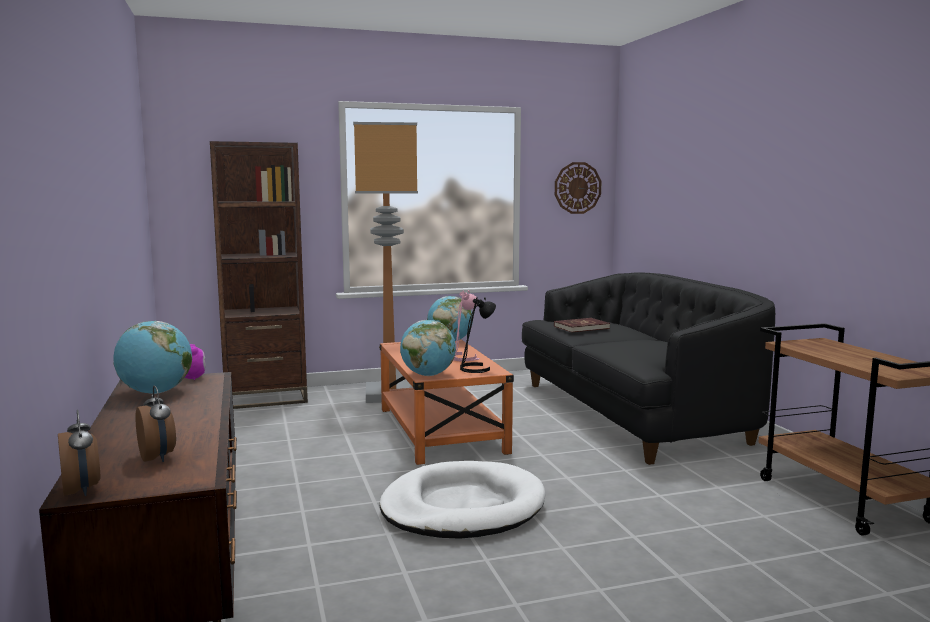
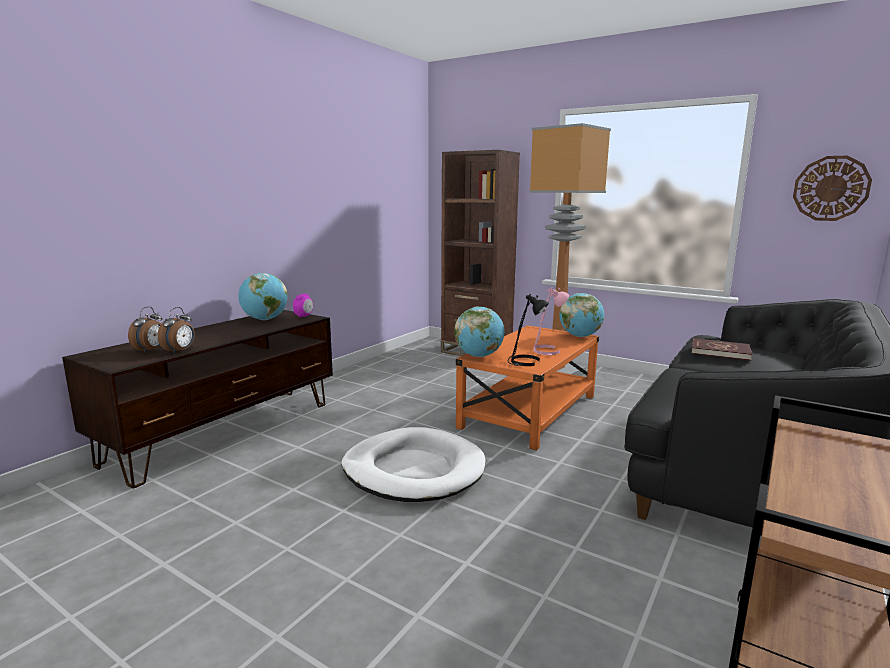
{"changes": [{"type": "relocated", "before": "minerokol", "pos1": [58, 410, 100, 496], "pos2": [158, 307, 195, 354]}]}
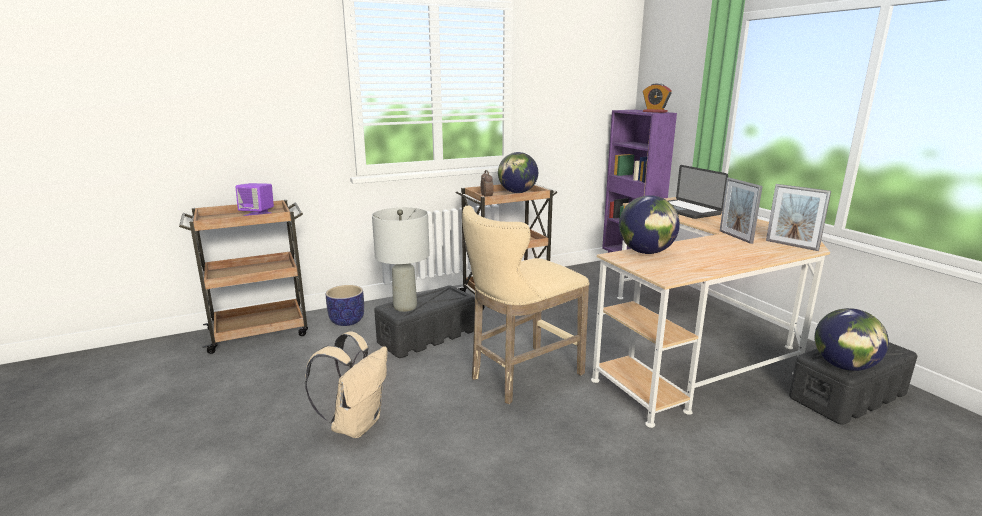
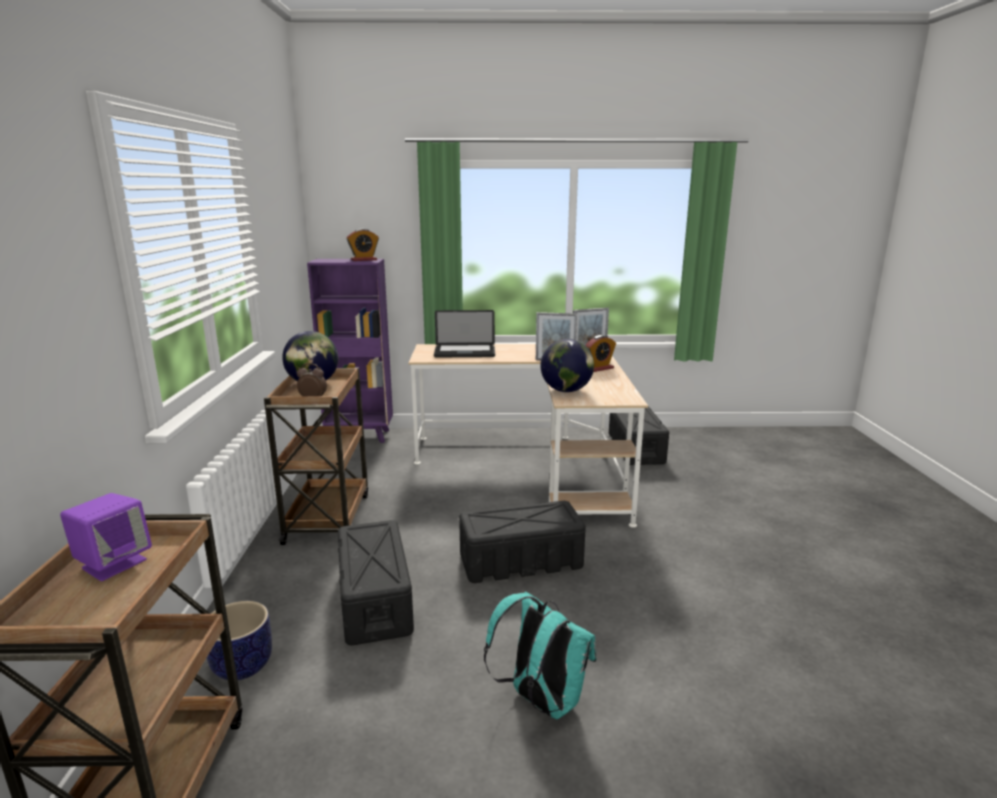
{"changes": [{"type": "colour", "before": "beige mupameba", "after": "turquoise mupameba", "pos1": [305, 331, 387, 438], "pos2": [484, 591, 597, 719]}, {"type": "missing", "before": "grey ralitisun", "pos1": [372, 207, 430, 312]}, {"type": "exchanged", "before": "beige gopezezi", "after": "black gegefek", "pos1": [462, 206, 590, 404], "pos2": [459, 501, 586, 583]}, {"type": "missing", "before": "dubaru", "pos1": [814, 308, 889, 371]}, {"type": "appeared", "after": "minerokol", "pos2": [585, 335, 616, 372]}]}
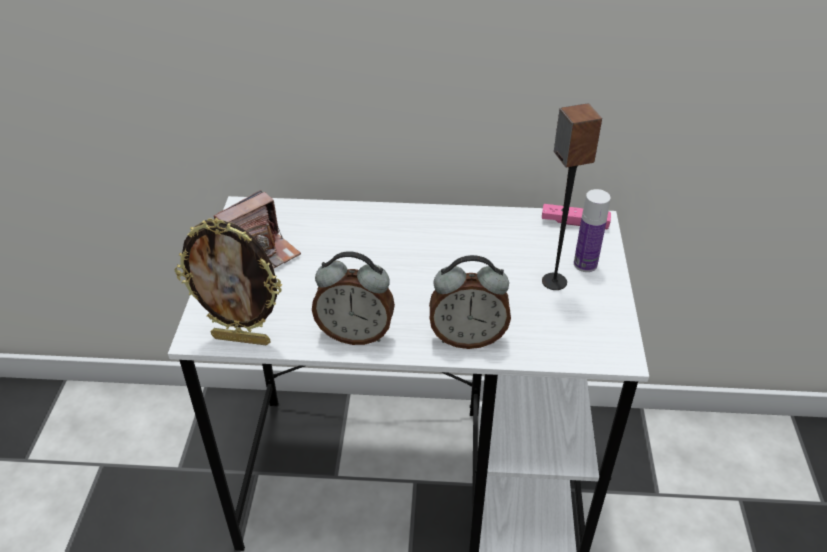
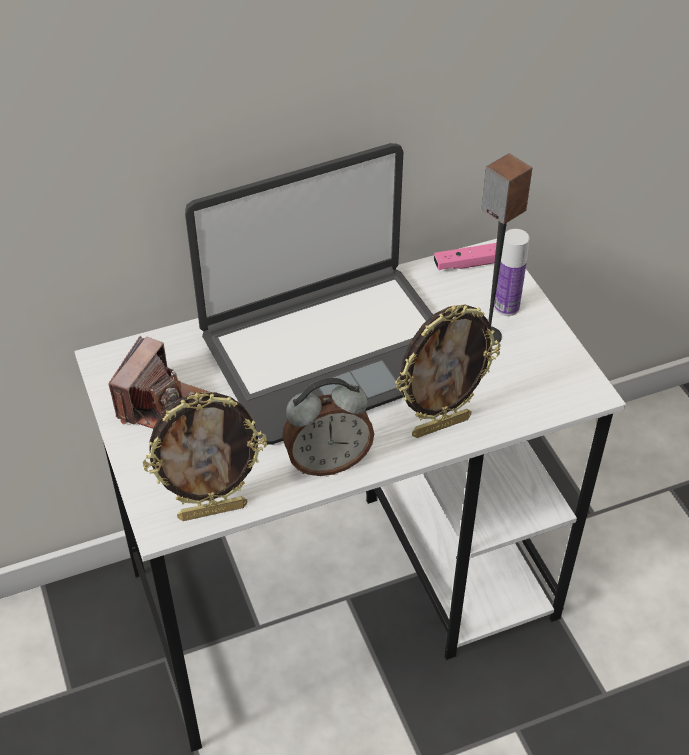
{"changes": [{"type": "exchanged", "before": "minerokol", "after": "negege", "pos1": [429, 255, 511, 349], "pos2": [395, 304, 501, 438]}, {"type": "appeared", "after": "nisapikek", "pos2": [185, 143, 433, 445]}]}
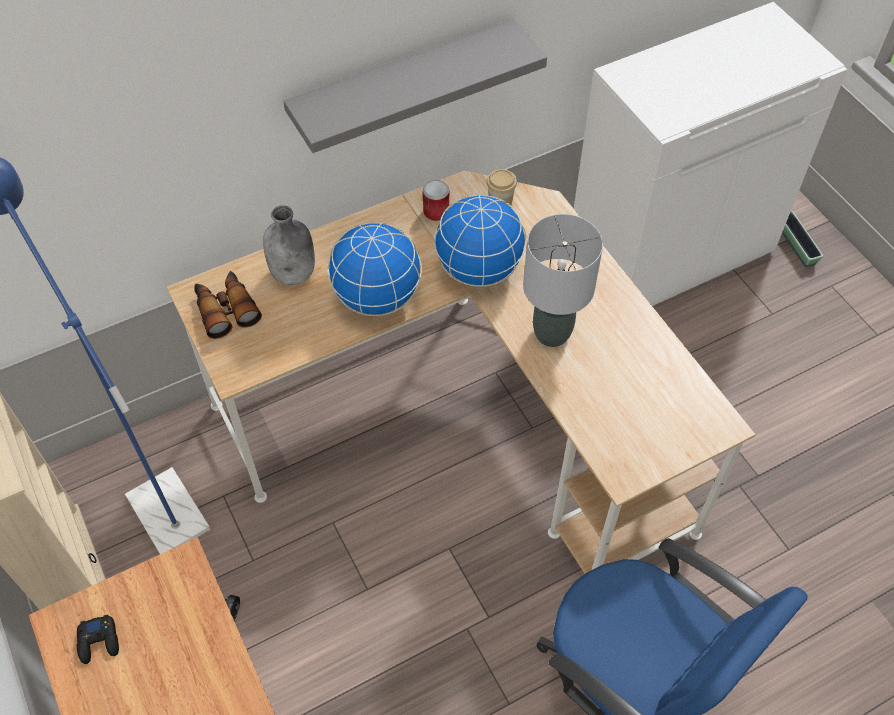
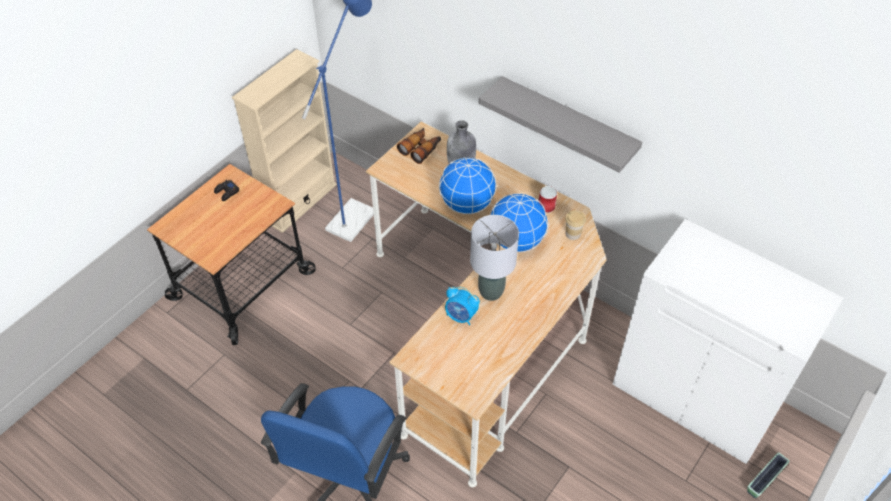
{"changes": [{"type": "appeared", "after": "minerokol", "pos2": [445, 287, 480, 325]}]}
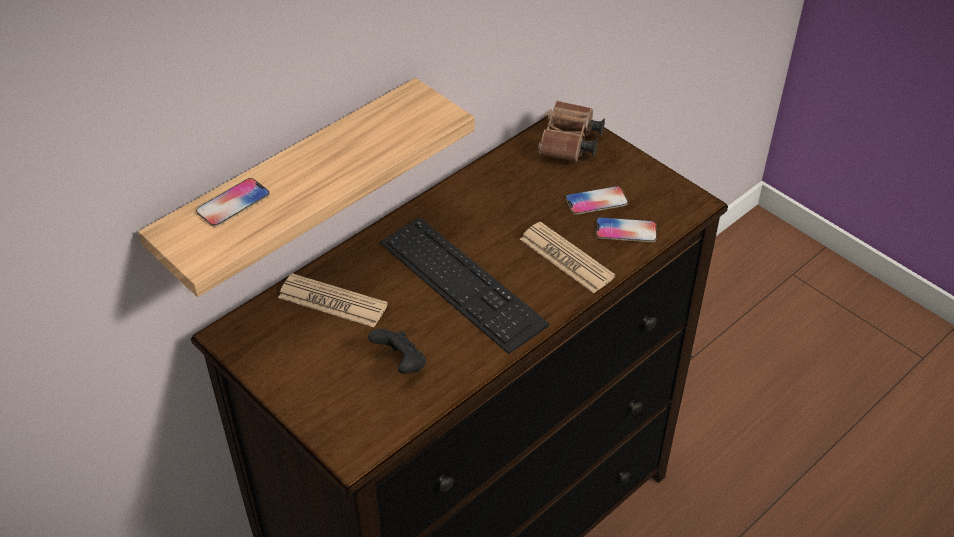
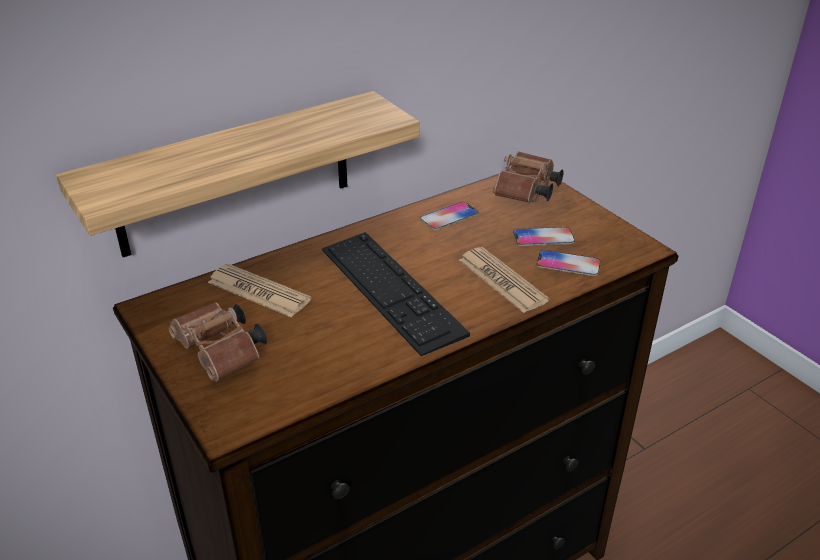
{"changes": [{"type": "relocated", "before": "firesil", "pos1": [196, 178, 270, 227], "pos2": [420, 202, 479, 230]}, {"type": "missing", "before": "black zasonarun", "pos1": [368, 329, 426, 374]}, {"type": "appeared", "after": "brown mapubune", "pos2": [168, 302, 267, 381]}]}
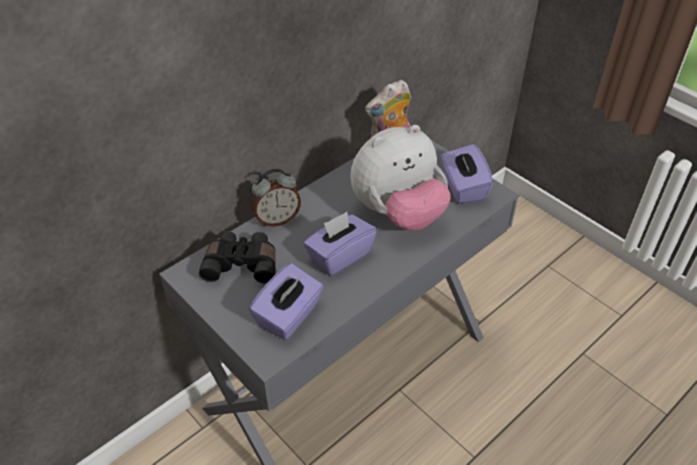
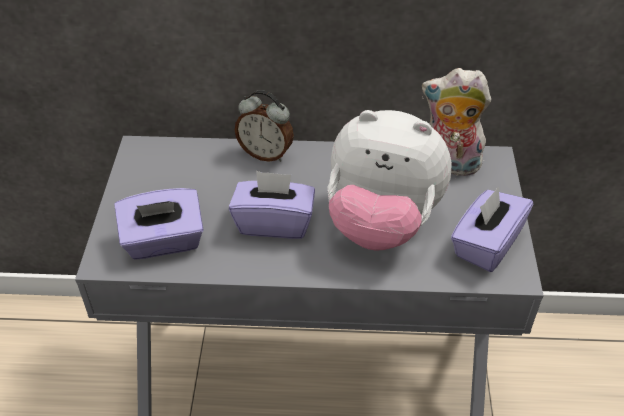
{"changes": [{"type": "missing", "before": "black mapubune", "pos1": [199, 231, 276, 284]}]}
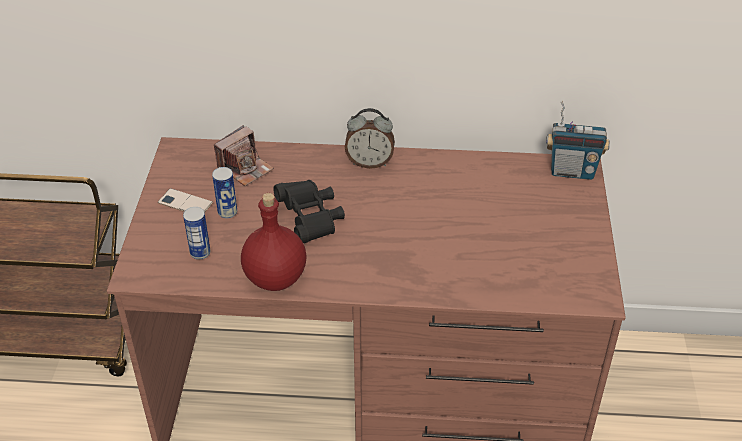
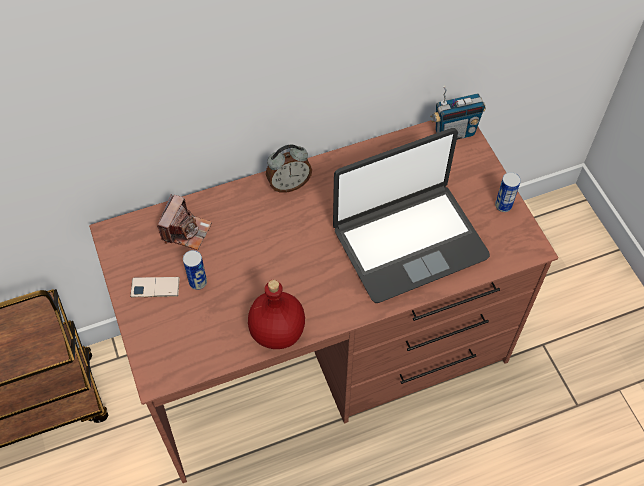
{"changes": [{"type": "relocated", "before": "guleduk", "pos1": [183, 207, 210, 260], "pos2": [495, 172, 521, 212]}, {"type": "missing", "before": "black mapubune", "pos1": [273, 180, 345, 243]}, {"type": "appeared", "after": "nisapikek", "pos2": [333, 128, 490, 303]}]}
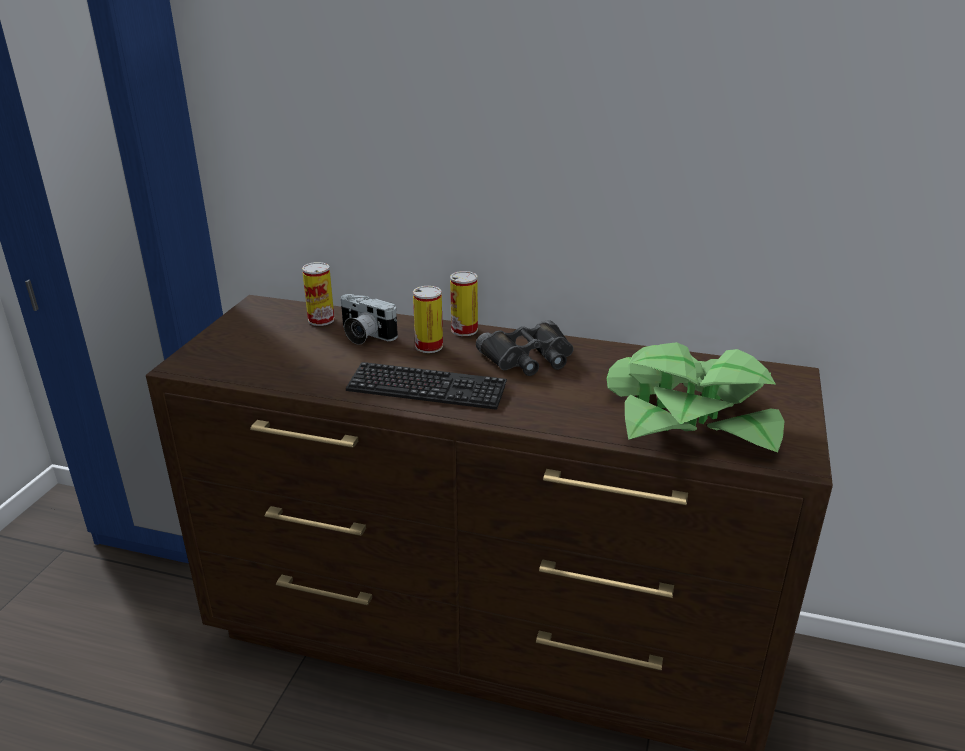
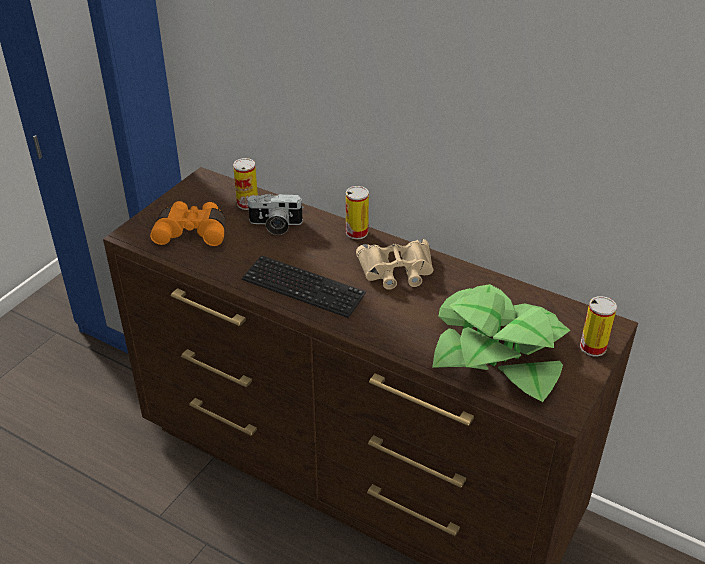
{"changes": [{"type": "spun", "before": "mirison", "pos1": [341, 294, 398, 345], "pos2": [246, 194, 304, 235], "turn": -45}, {"type": "relocated", "before": "guleduk", "pos1": [413, 286, 443, 353], "pos2": [580, 296, 617, 357]}, {"type": "colour", "before": "black mapubune", "after": "beige mapubune", "pos1": [476, 320, 574, 376], "pos2": [356, 239, 433, 290]}, {"type": "appeared", "after": "orange mapubune", "pos2": [150, 201, 225, 246]}]}
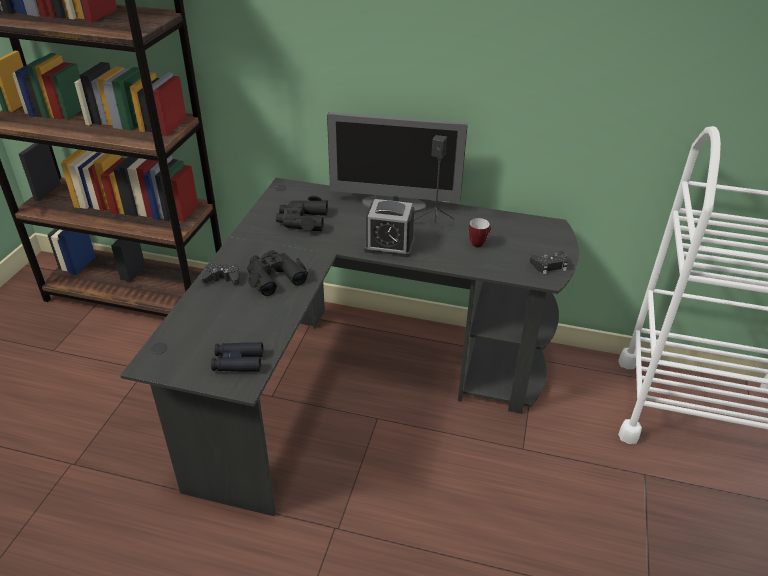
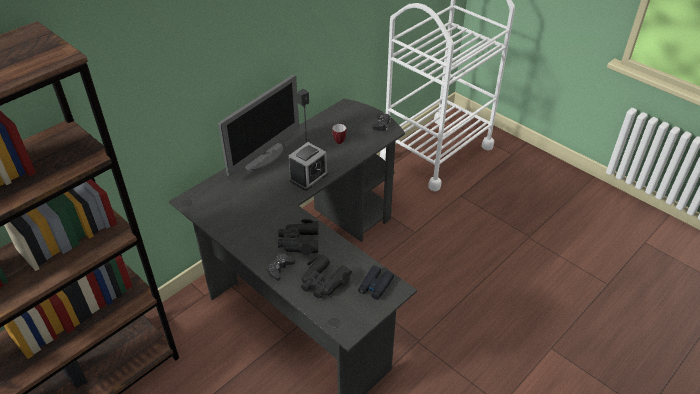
{"changes": [{"type": "relocated", "before": "black mapubune", "pos1": [276, 195, 328, 231], "pos2": [301, 254, 352, 298]}]}
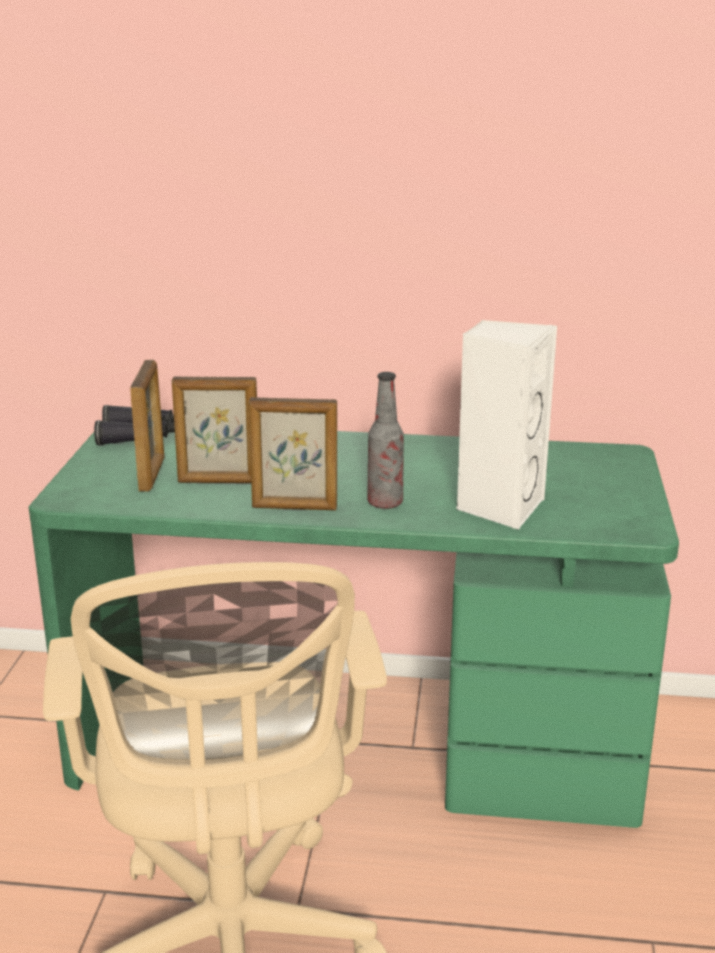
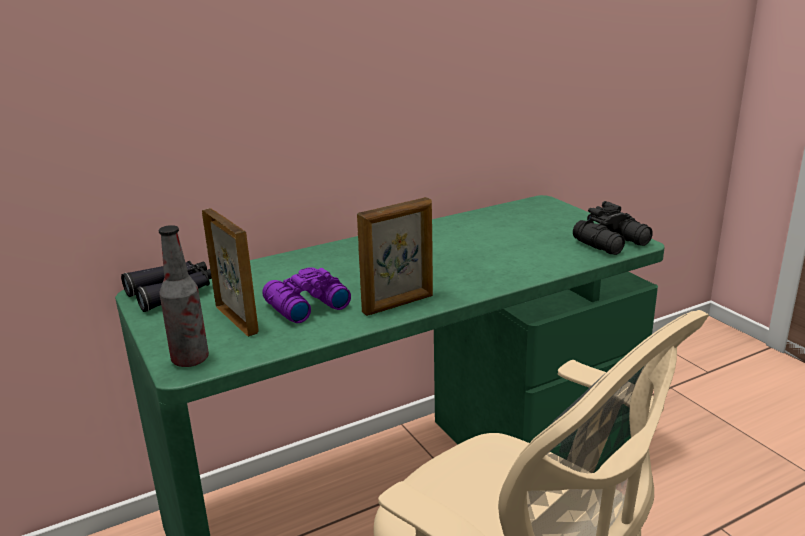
{"changes": [{"type": "exchanged", "before": "negege", "after": "purple mapubune", "pos1": [172, 376, 257, 483], "pos2": [262, 267, 351, 323]}, {"type": "relocated", "before": "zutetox", "pos1": [367, 372, 404, 509], "pos2": [159, 225, 209, 367]}, {"type": "missing", "before": "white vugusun", "pos1": [456, 319, 557, 530]}, {"type": "appeared", "after": "black mapubune", "pos2": [573, 201, 653, 255]}]}
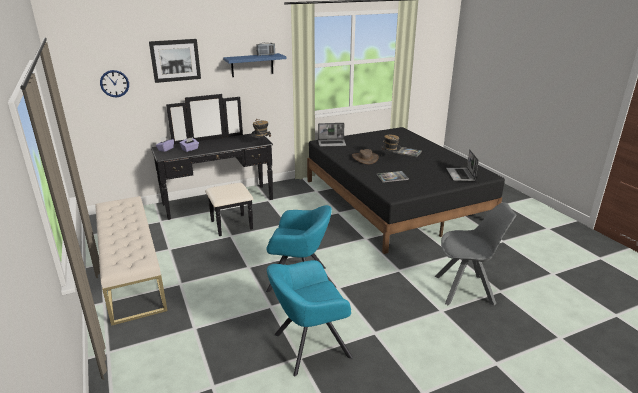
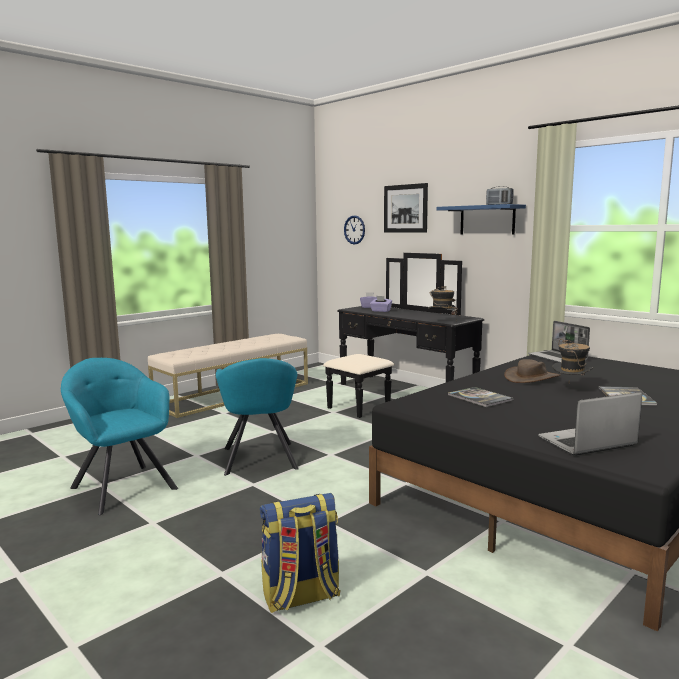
{"changes": [{"type": "exchanged", "before": "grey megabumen", "after": "mupameba", "pos1": [434, 202, 517, 306], "pos2": [260, 493, 340, 613]}]}
